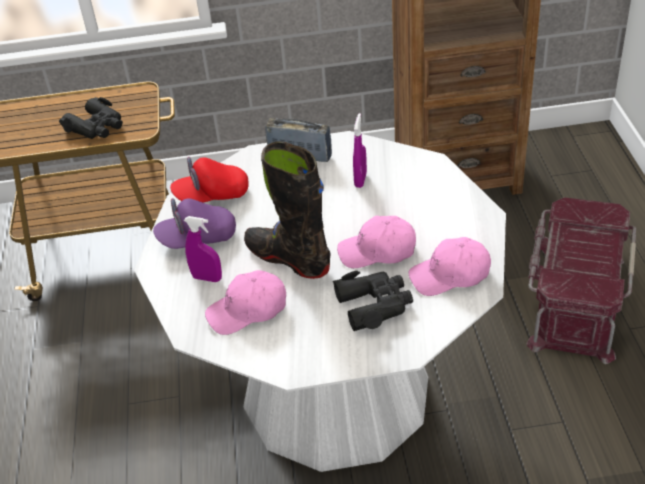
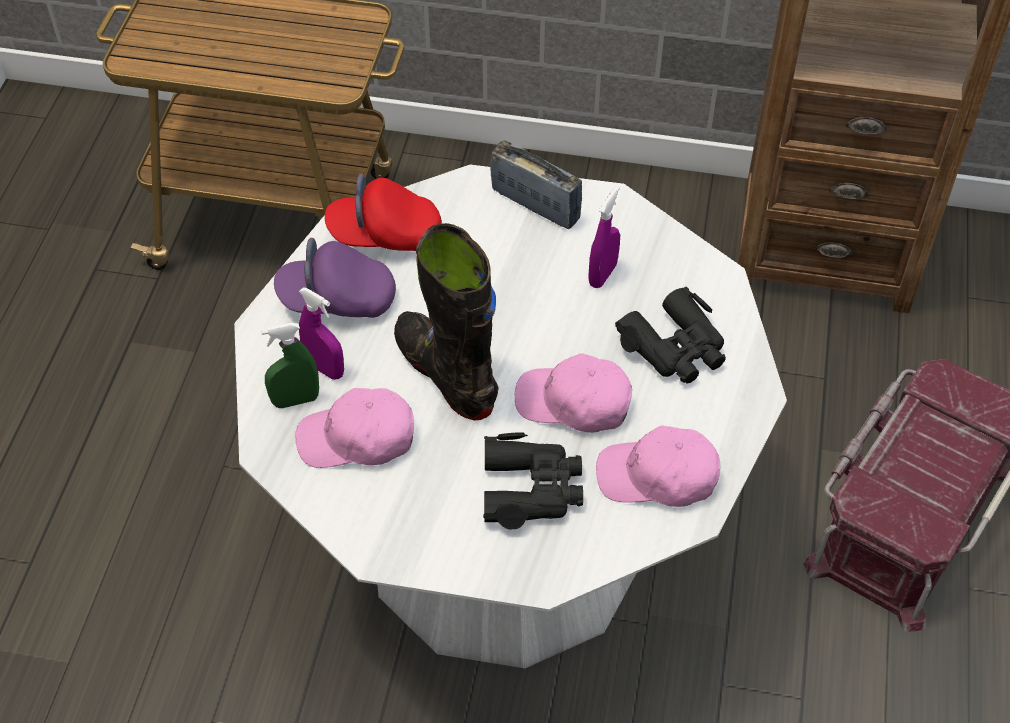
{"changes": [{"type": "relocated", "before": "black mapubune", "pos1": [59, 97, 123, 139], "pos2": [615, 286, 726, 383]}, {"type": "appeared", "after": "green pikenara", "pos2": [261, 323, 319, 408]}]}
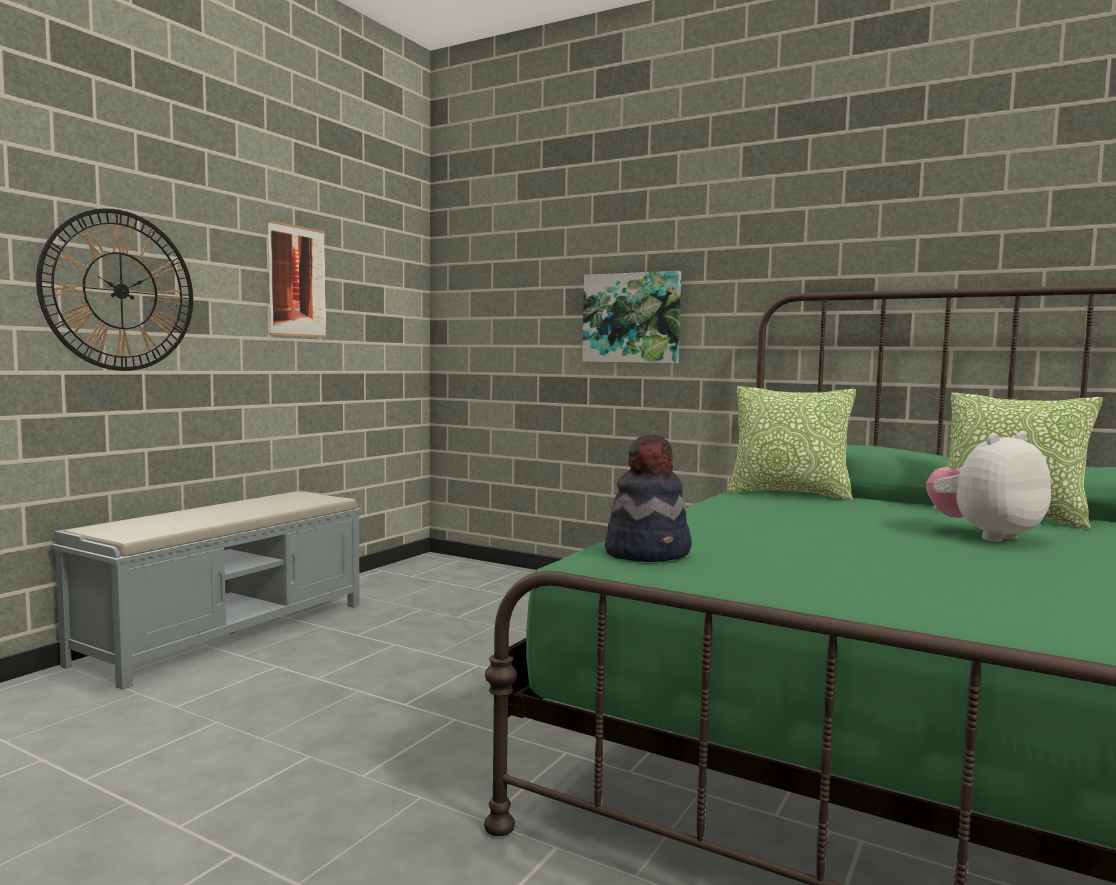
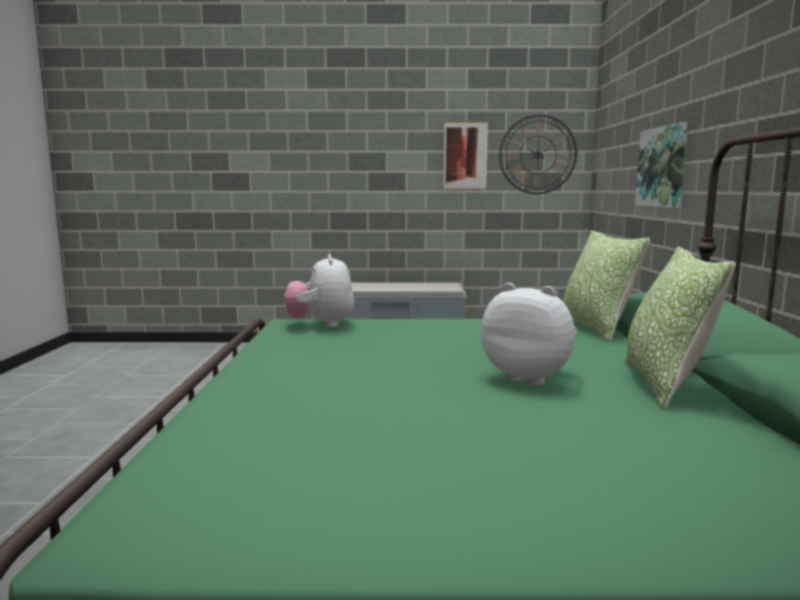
{"changes": [{"type": "relocated", "before": "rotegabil", "pos1": [36, 208, 193, 371], "pos2": [499, 114, 577, 194]}, {"type": "exchanged", "before": "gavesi", "after": "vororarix", "pos1": [605, 434, 692, 562], "pos2": [285, 254, 354, 327]}]}
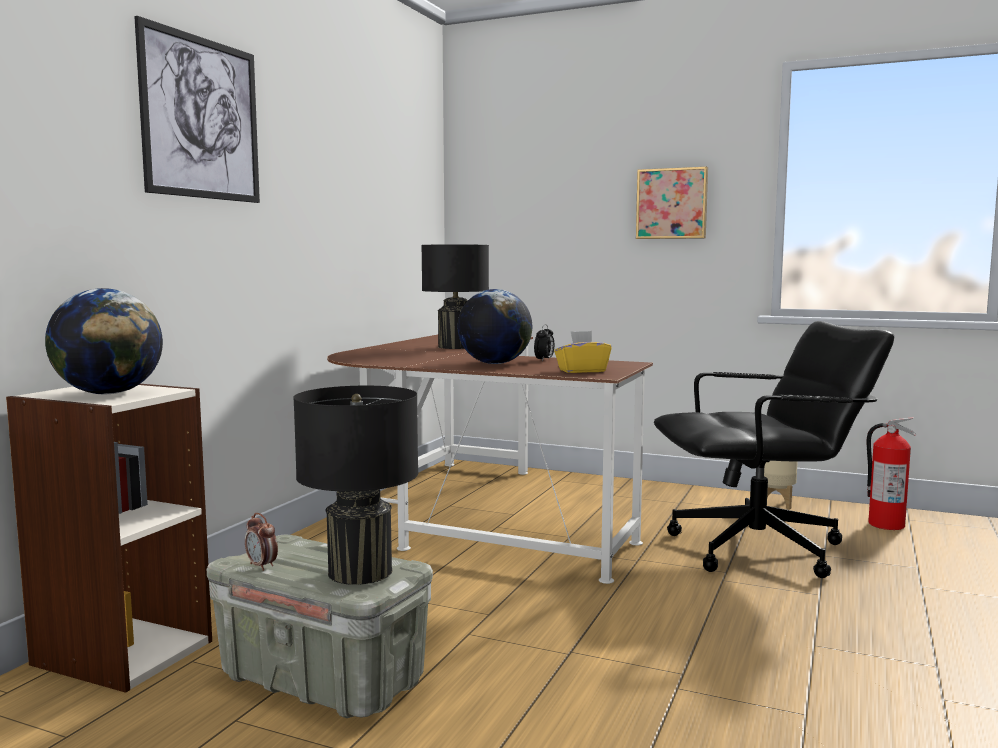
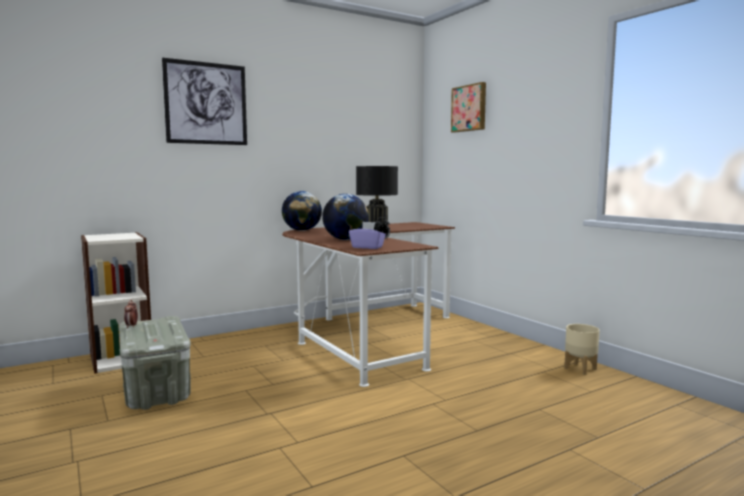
{"changes": [{"type": "relocated", "before": "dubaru", "pos1": [45, 288, 163, 394], "pos2": [282, 191, 322, 231]}, {"type": "missing", "before": "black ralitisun", "pos1": [293, 386, 418, 585]}, {"type": "colour", "before": "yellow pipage", "after": "purple pipage", "pos1": [554, 331, 612, 373], "pos2": [349, 222, 386, 249]}, {"type": "relocated", "before": "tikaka", "pos1": [636, 167, 708, 239], "pos2": [451, 82, 486, 133]}, {"type": "missing", "before": "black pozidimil", "pos1": [654, 321, 894, 578]}, {"type": "missing", "before": "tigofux", "pos1": [867, 417, 916, 530]}]}
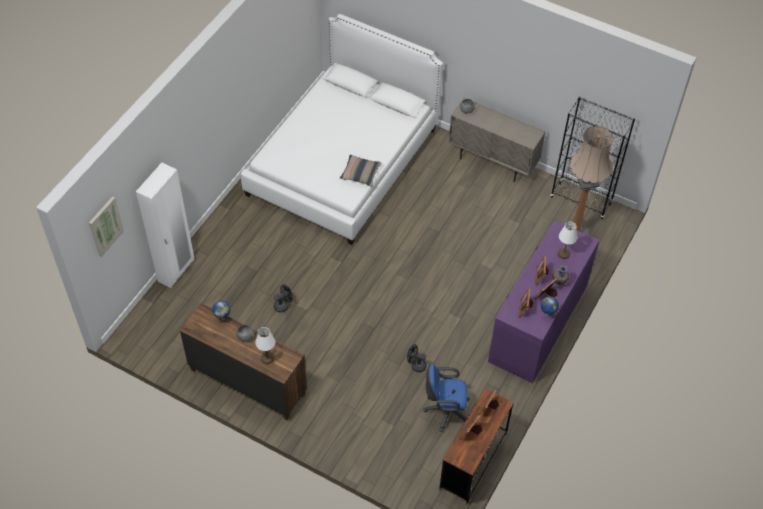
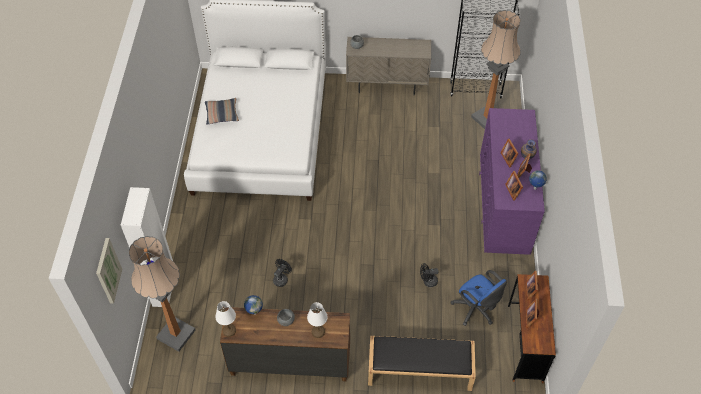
{"changes": [{"type": "relocated", "before": "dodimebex", "pos1": [340, 155, 382, 186], "pos2": [205, 98, 239, 125]}, {"type": "spun", "before": "blue pozidimil", "pos1": [424, 364, 470, 432], "pos2": [450, 270, 507, 326], "turn": -105}, {"type": "relocated", "before": "white ralitisun", "pos1": [558, 222, 577, 259], "pos2": [215, 301, 236, 337]}, {"type": "appeared", "after": "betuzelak", "pos2": [129, 236, 196, 352]}, {"type": "appeared", "after": "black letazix", "pos2": [368, 336, 476, 391]}]}
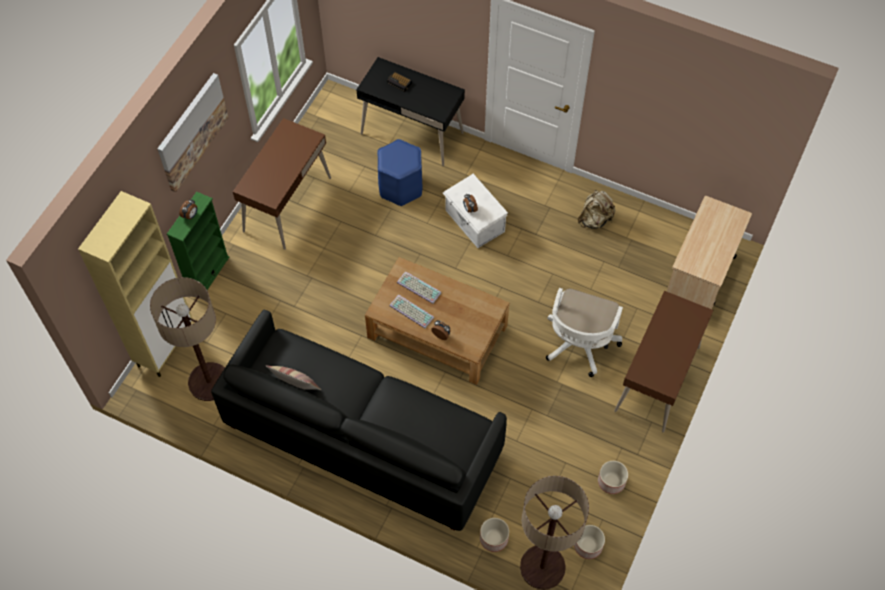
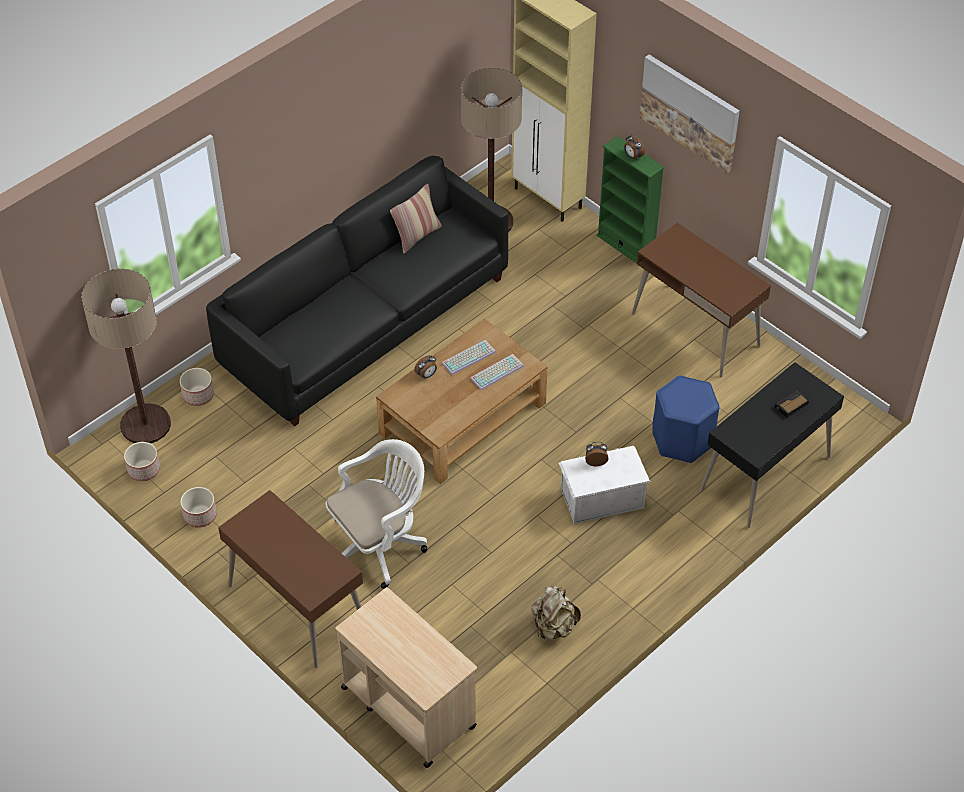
{"changes": [{"type": "spun", "before": "white pozidimil", "pos1": [546, 288, 623, 377], "pos2": [326, 439, 428, 589], "turn": 105}]}
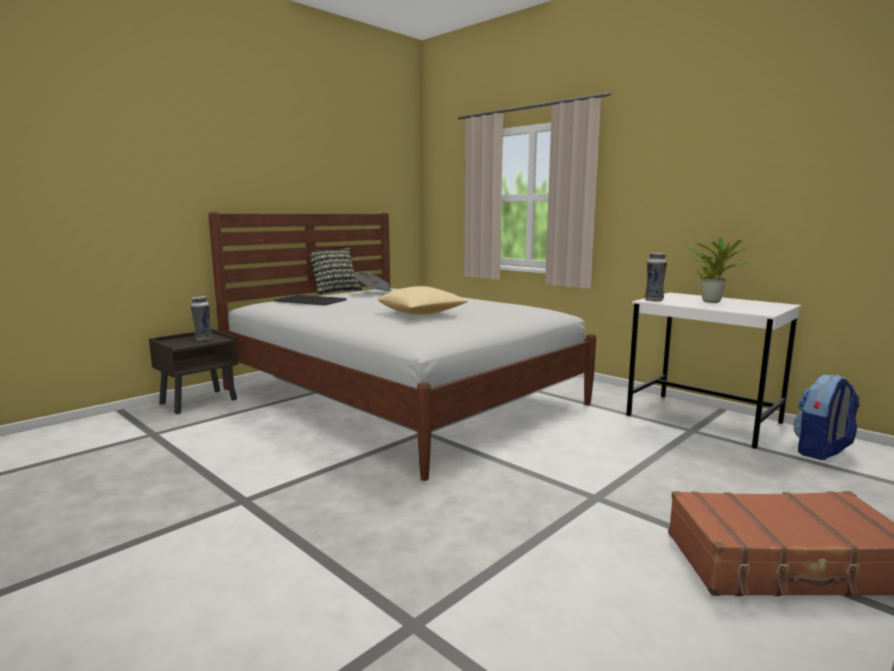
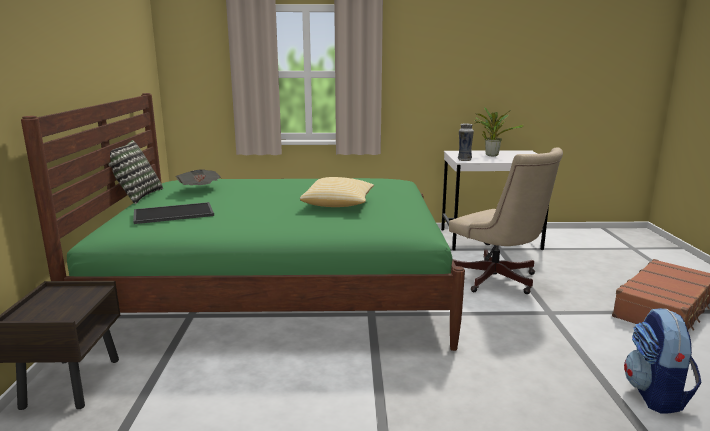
{"changes": [{"type": "missing", "before": "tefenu", "pos1": [190, 296, 213, 341]}, {"type": "colour", "before": "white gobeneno", "after": "green gobeneno", "pos1": [208, 212, 596, 481], "pos2": [21, 93, 465, 351]}, {"type": "relocated", "before": "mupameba", "pos1": [793, 375, 860, 460], "pos2": [624, 308, 702, 413]}, {"type": "appeared", "after": "beige pozidimil", "pos2": [449, 147, 563, 294]}]}
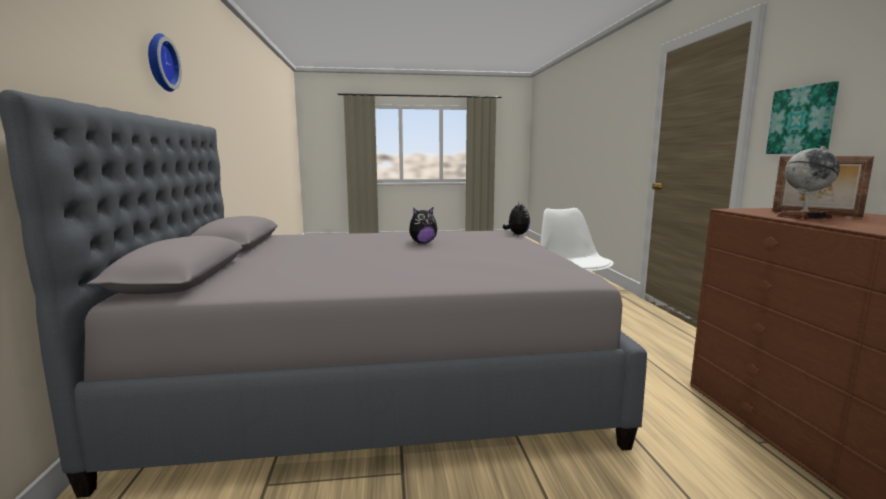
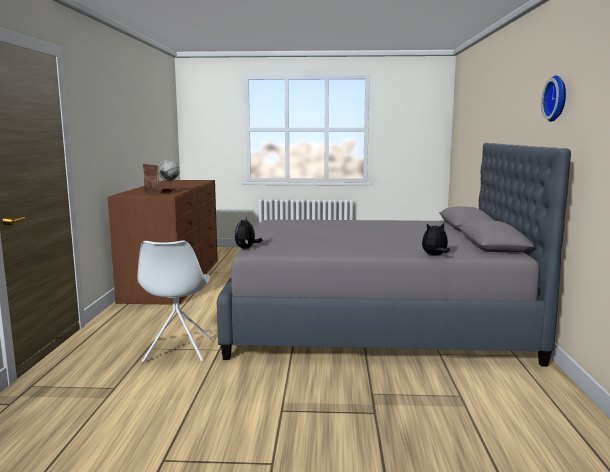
{"changes": [{"type": "relocated", "before": "vororarix", "pos1": [409, 207, 437, 244], "pos2": [422, 223, 450, 256]}, {"type": "missing", "before": "tikaka", "pos1": [766, 81, 839, 154]}]}
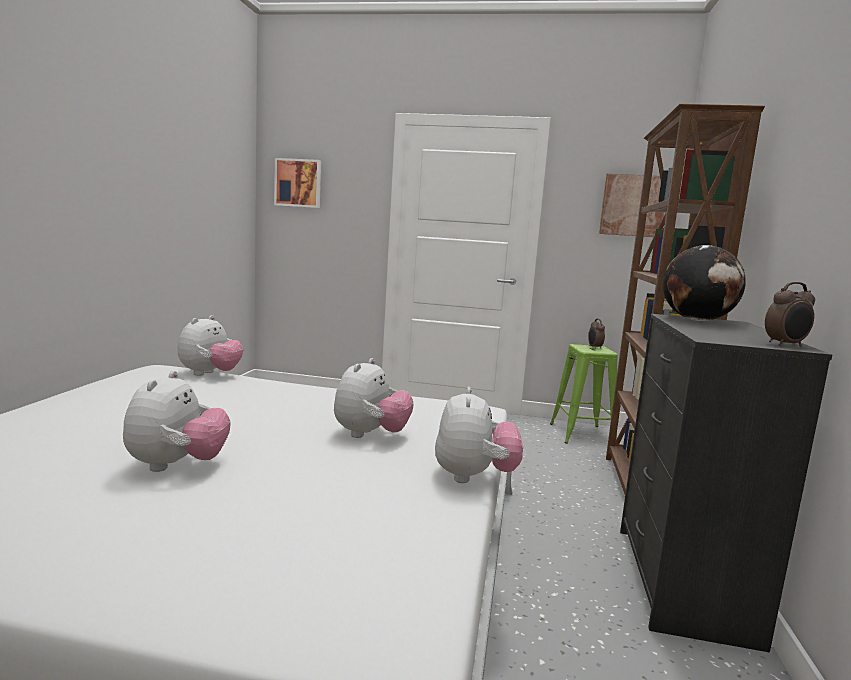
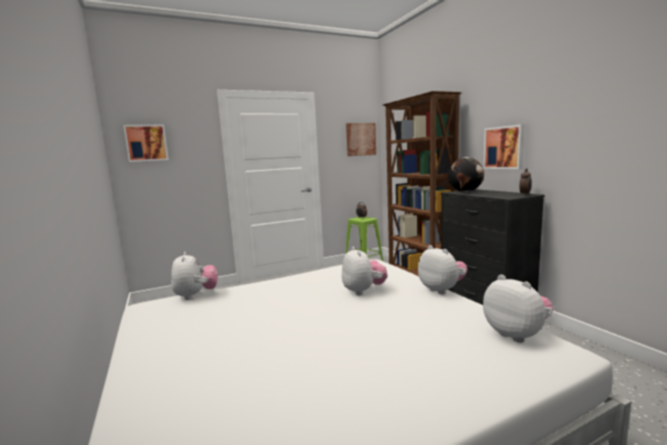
{"changes": [{"type": "relocated", "before": "vororarix", "pos1": [123, 371, 231, 472], "pos2": [483, 275, 553, 343]}, {"type": "appeared", "after": "tikaka", "pos2": [483, 124, 525, 169]}]}
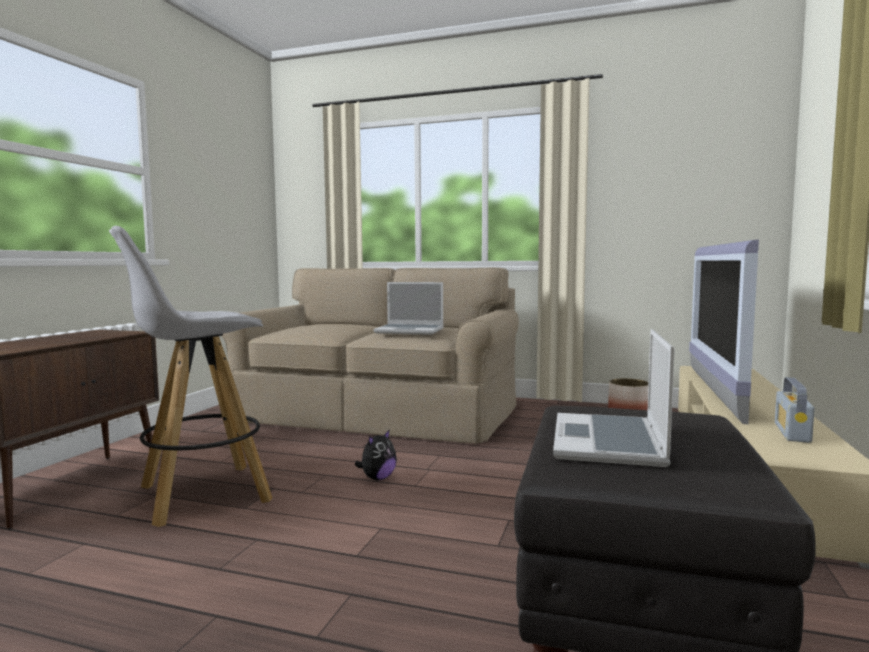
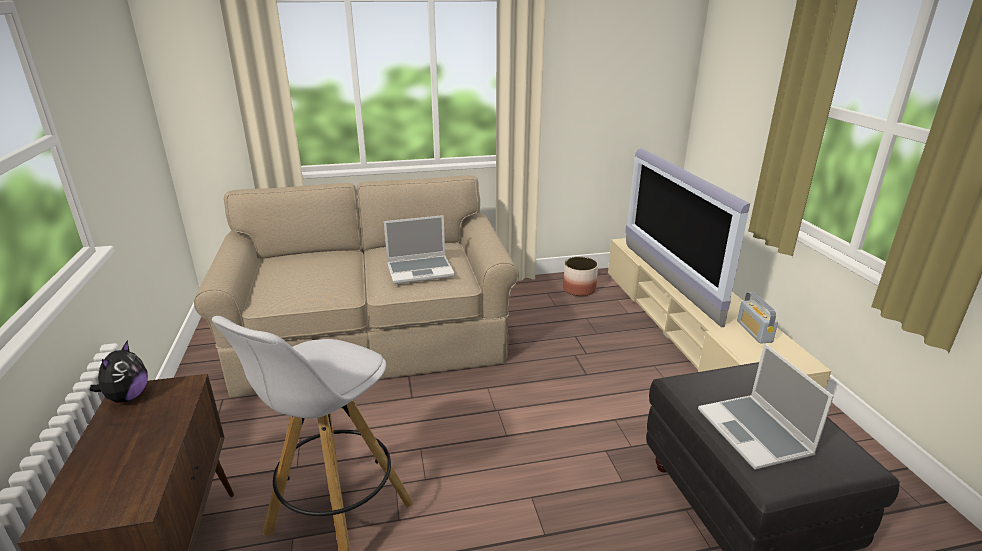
{"changes": [{"type": "relocated", "before": "vororarix", "pos1": [354, 430, 397, 480], "pos2": [90, 340, 148, 403]}]}
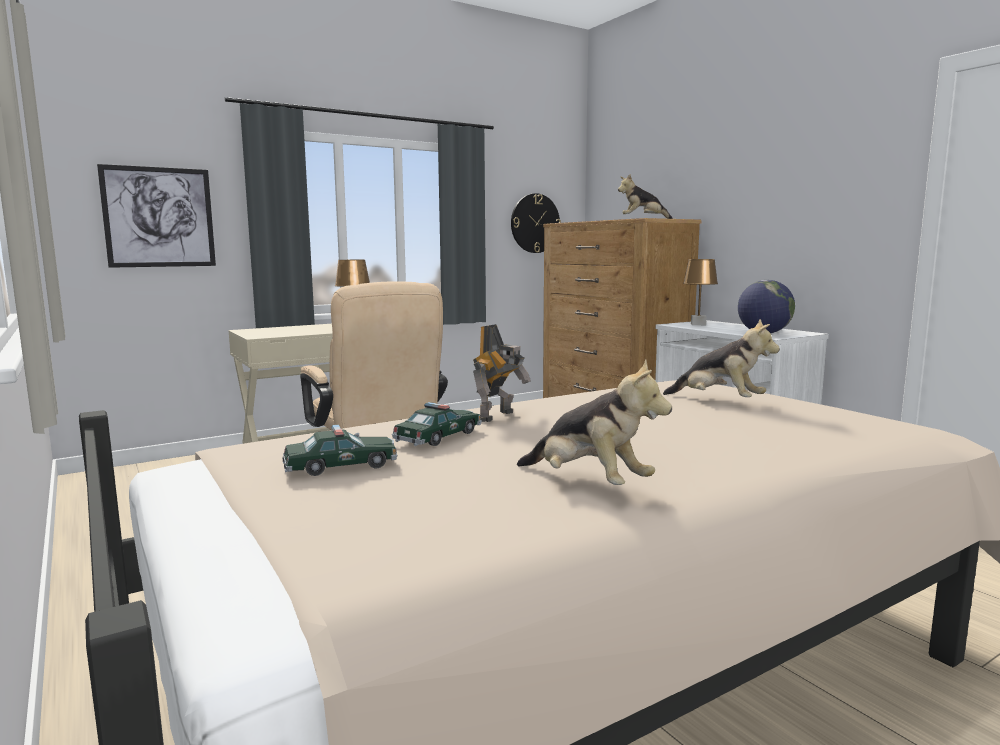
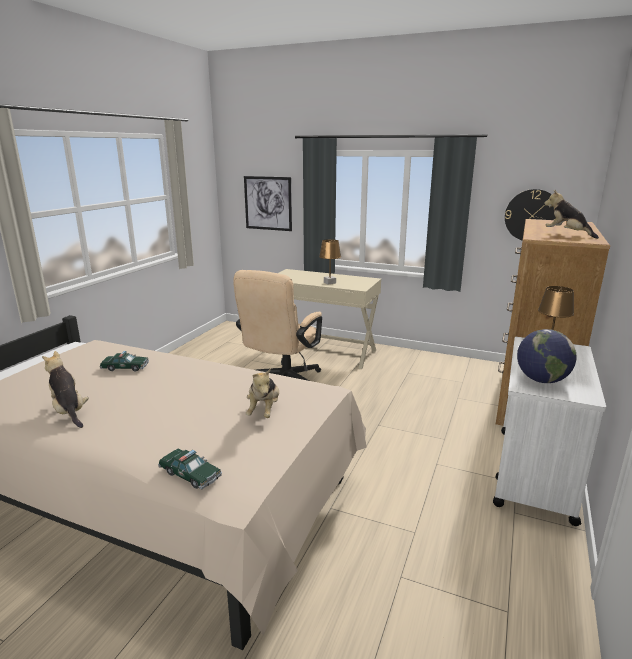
{"changes": [{"type": "relocated", "before": "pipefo", "pos1": [282, 425, 397, 476], "pos2": [158, 449, 222, 489]}, {"type": "missing", "before": "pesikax", "pos1": [473, 324, 531, 422]}, {"type": "spun", "before": "vororarix", "pos1": [517, 359, 672, 485], "pos2": [42, 351, 89, 428], "turn": 135}]}
